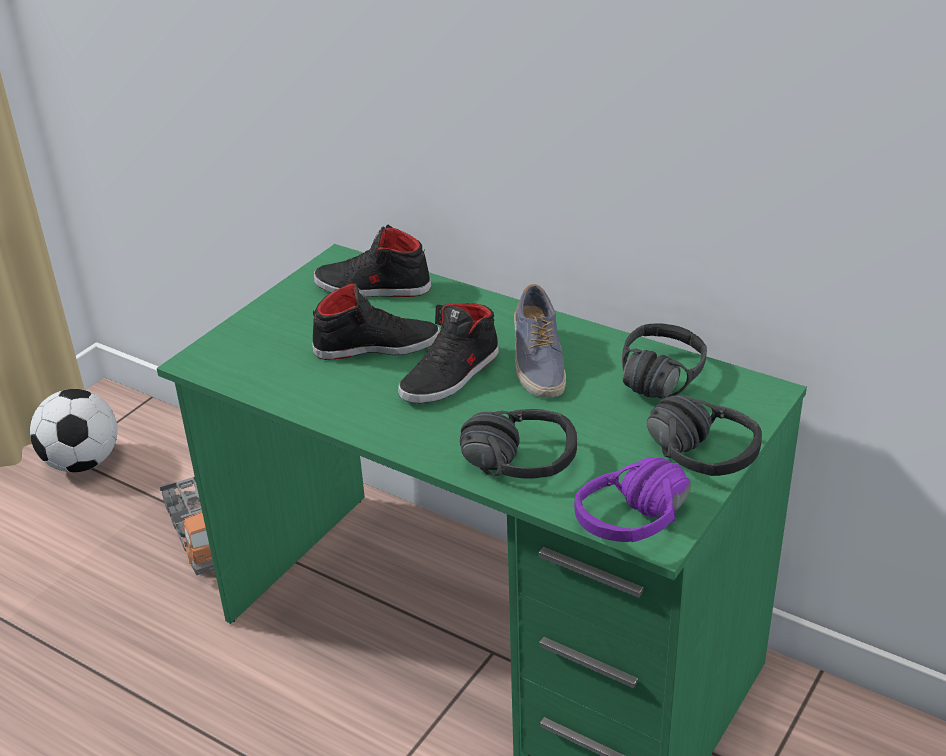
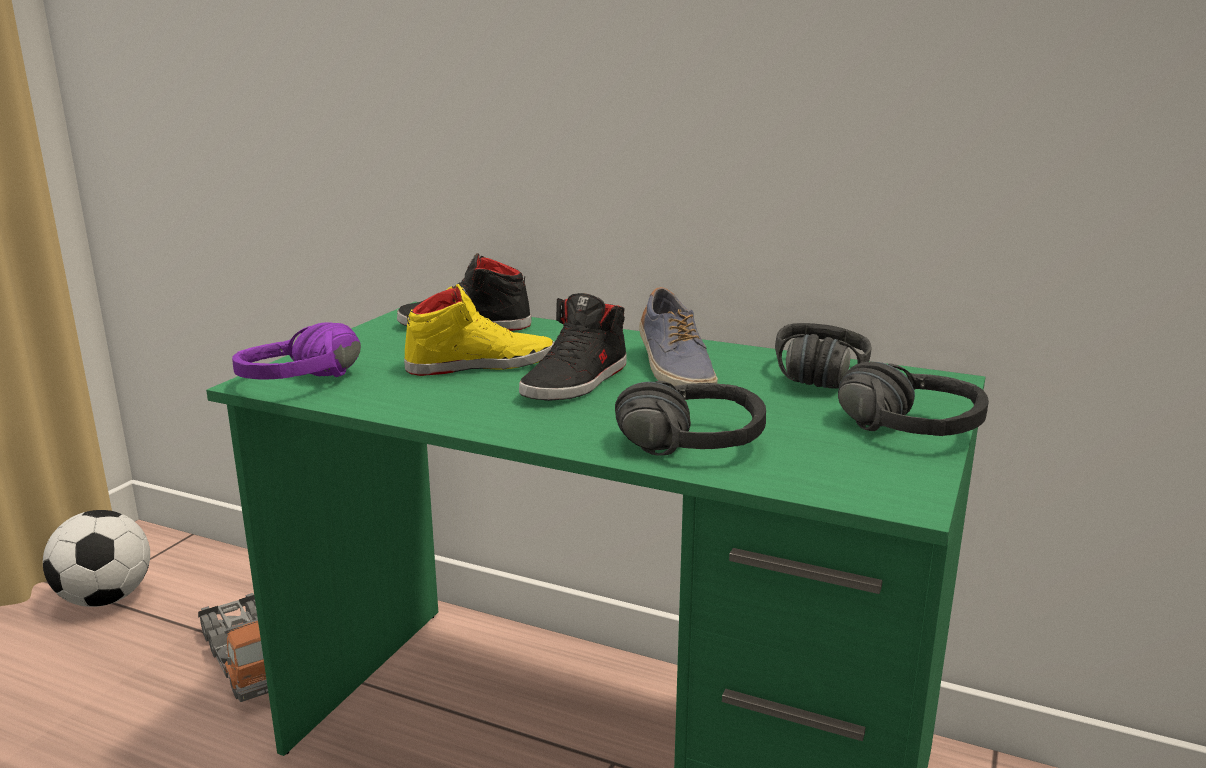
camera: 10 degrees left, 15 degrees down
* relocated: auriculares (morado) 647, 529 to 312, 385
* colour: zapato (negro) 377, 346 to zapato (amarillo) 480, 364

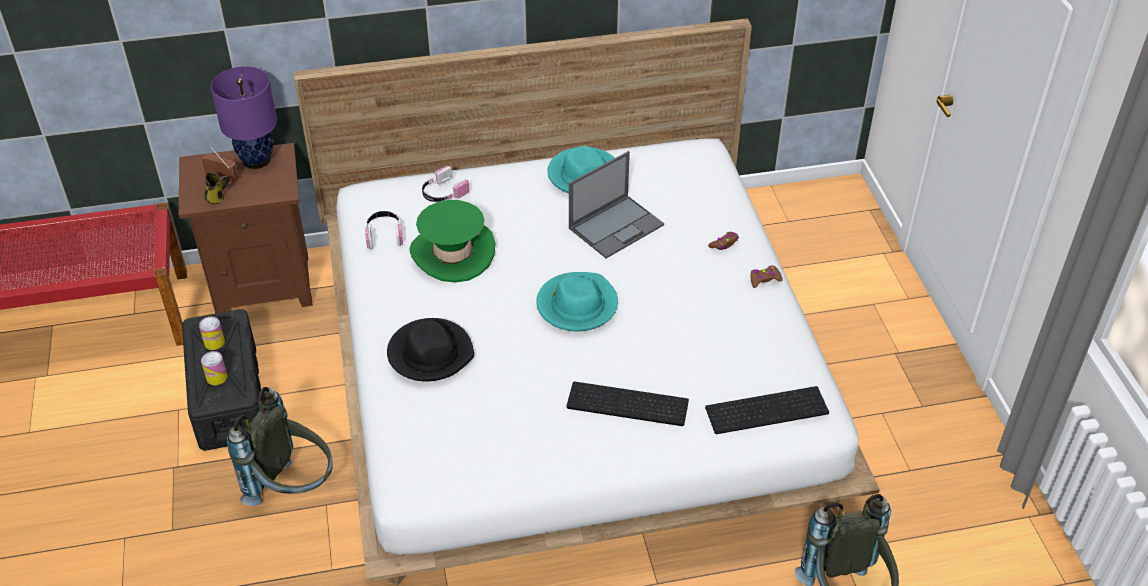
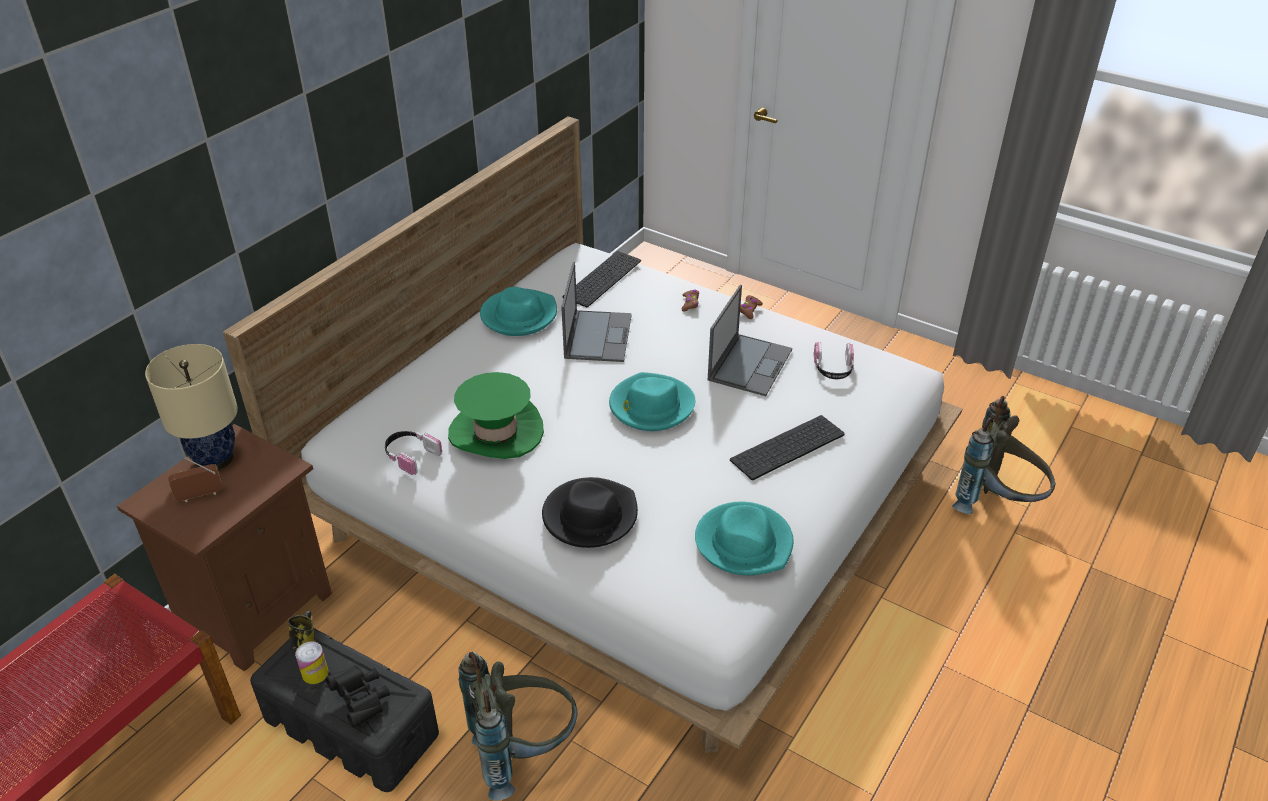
camera: 45 degrees left, 5 degrees down
* appeared: sombrero (turquesa) 744, 542
* appeared: portátil 750, 364
* relocated: taza grande 216, 198 to 305, 642
* relocated: auriculares 443, 193 to 833, 369
* relocated: teclado 767, 408 to 601, 278
* exchanged: lata 216, 377 to prismáticos (negro) 361, 700
* colour: lámpara de mesa (morado) 256, 160 to lámpara de mesa (beis) 215, 458

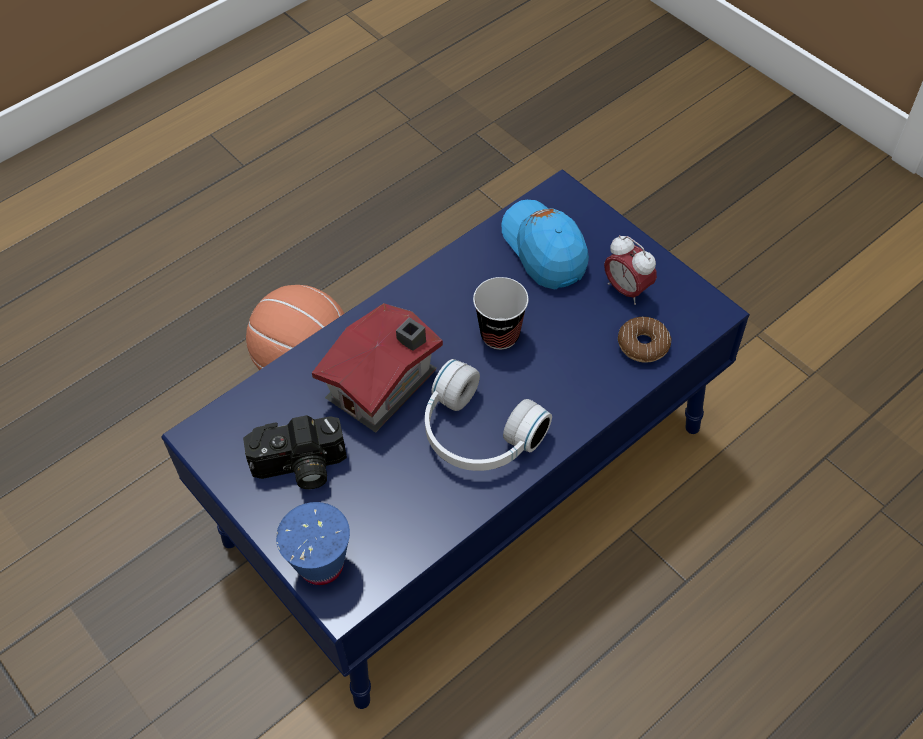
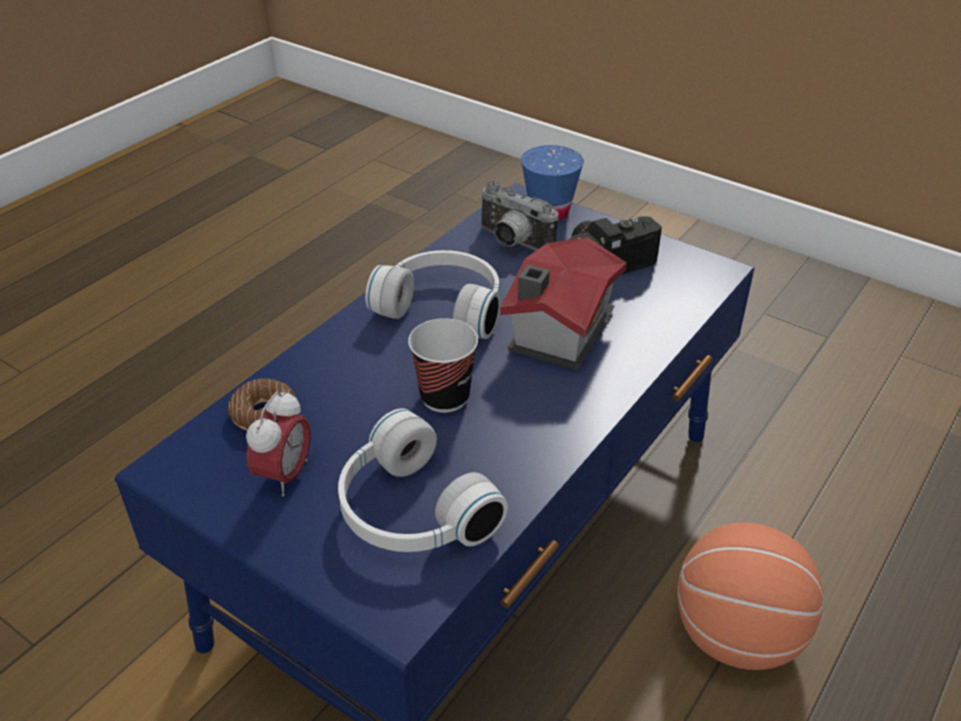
camera: 165 degrees right, 15 degrees down
* appeared: cámara 512, 242
* exchanged: gorra (azul) 544, 249 to auriculares (blanco) 409, 512
* spun: despertador 626, 290 = 285, 475 75 degrees clockwise

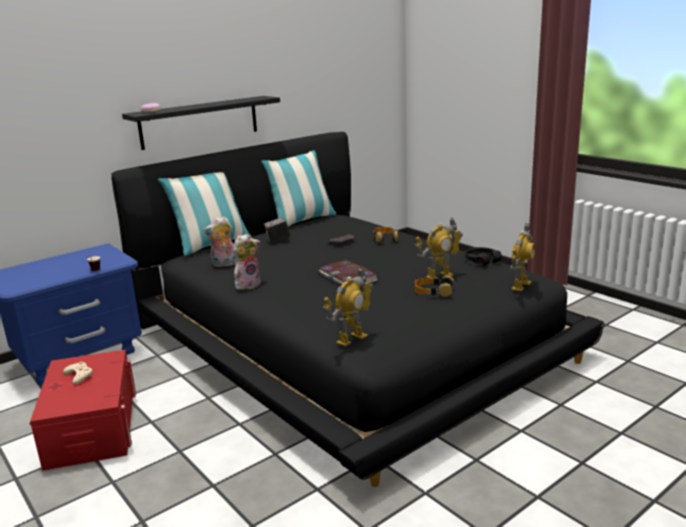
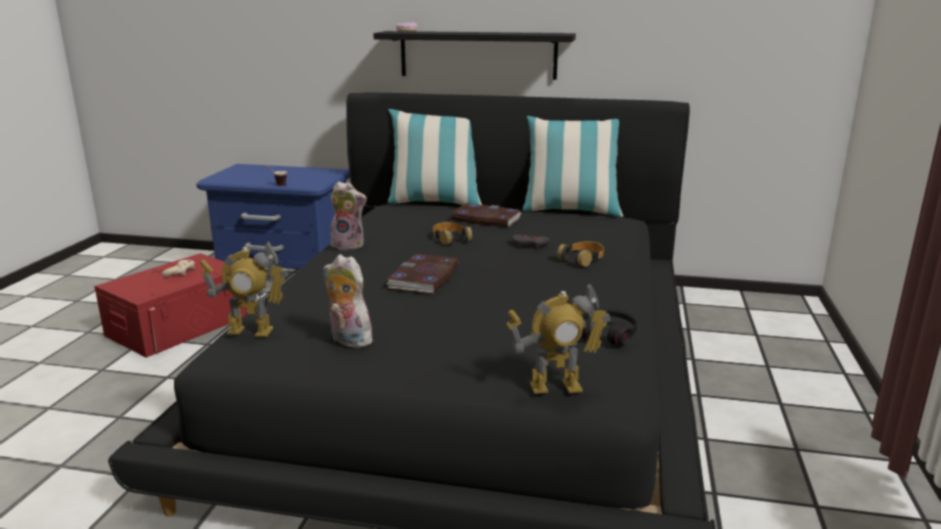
camera: 50 degrees right, 0 degrees up
* missing: robot de juguete 439, 276
* relocated: peluche 224, 264 to 347, 340
* relocated: auriculares 433, 291 to 451, 239
* exchanged: cámara 278, 240 to libro 485, 219

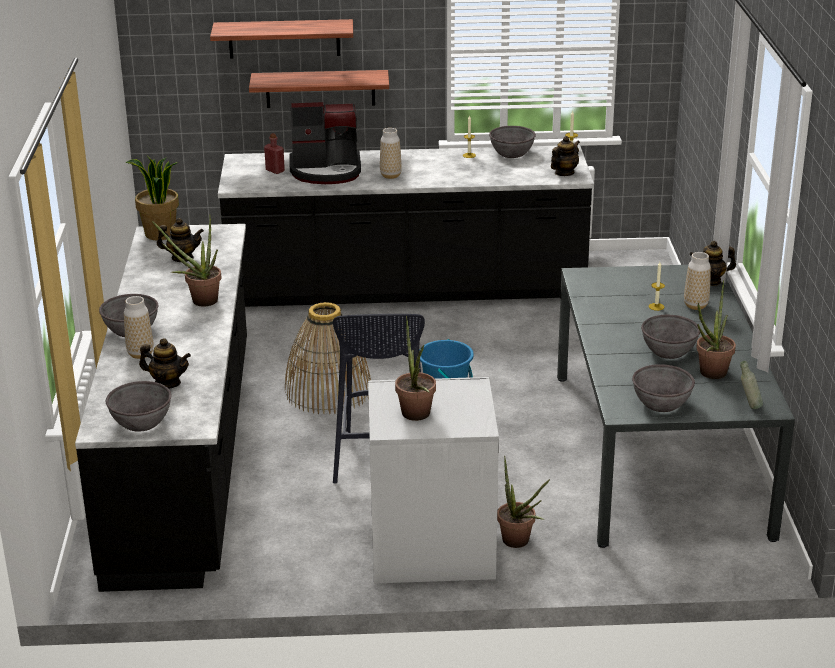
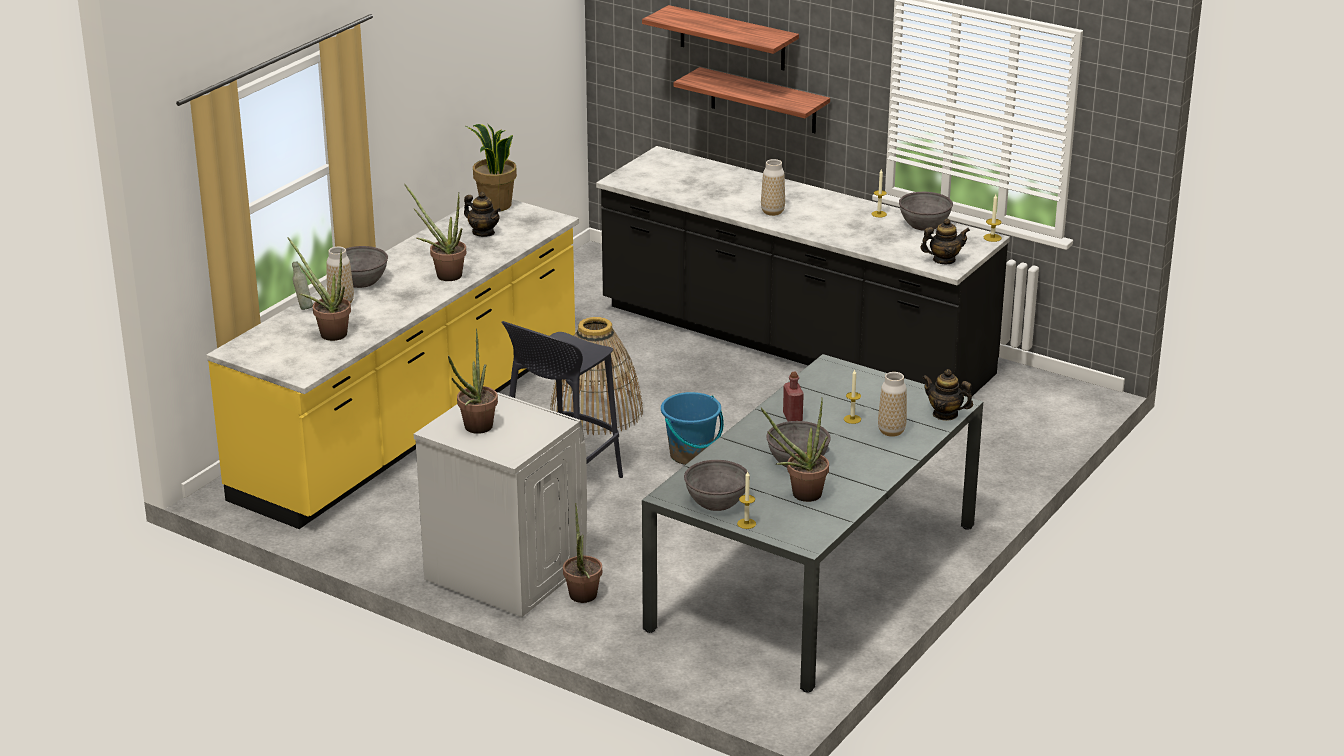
camera: 35 degrees right, 0 degrees up
* missing: cuenco (gris) 141, 422
* missing: cafetera 326, 171
* appeared: vela 746, 523
* relocated: botella (rojo) 275, 170 to 792, 417
* relocated: botella (gris) 749, 407 to 303, 307
* exchanged: tetera 167, 383 to planta en maceta 328, 333
* colour: mueble bajo de cocina (negro) 185, 456 to mueble bajo de cocina (amarillo) 412, 422

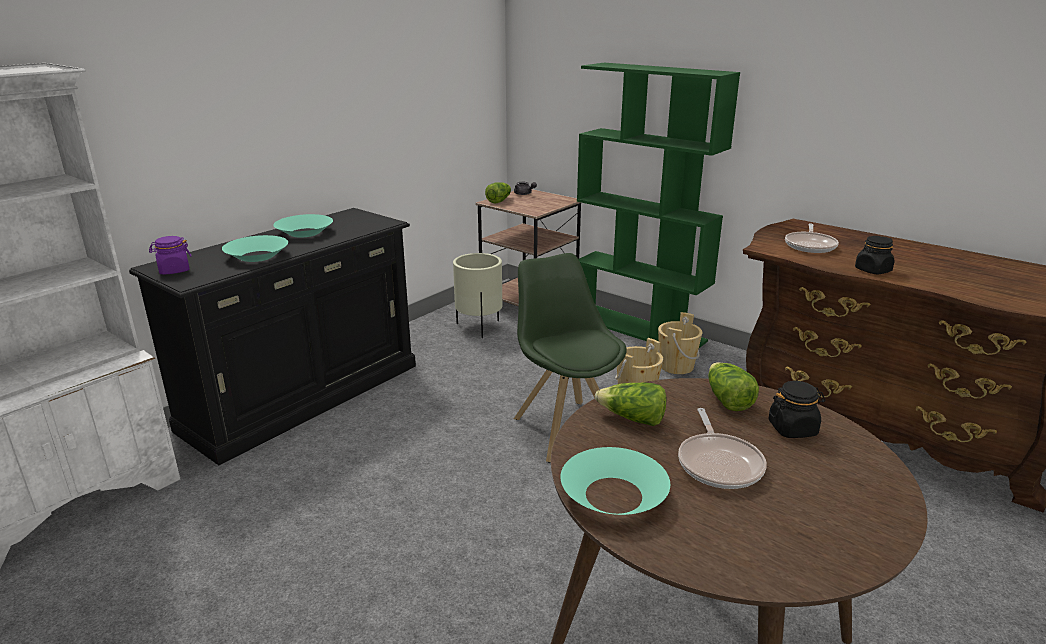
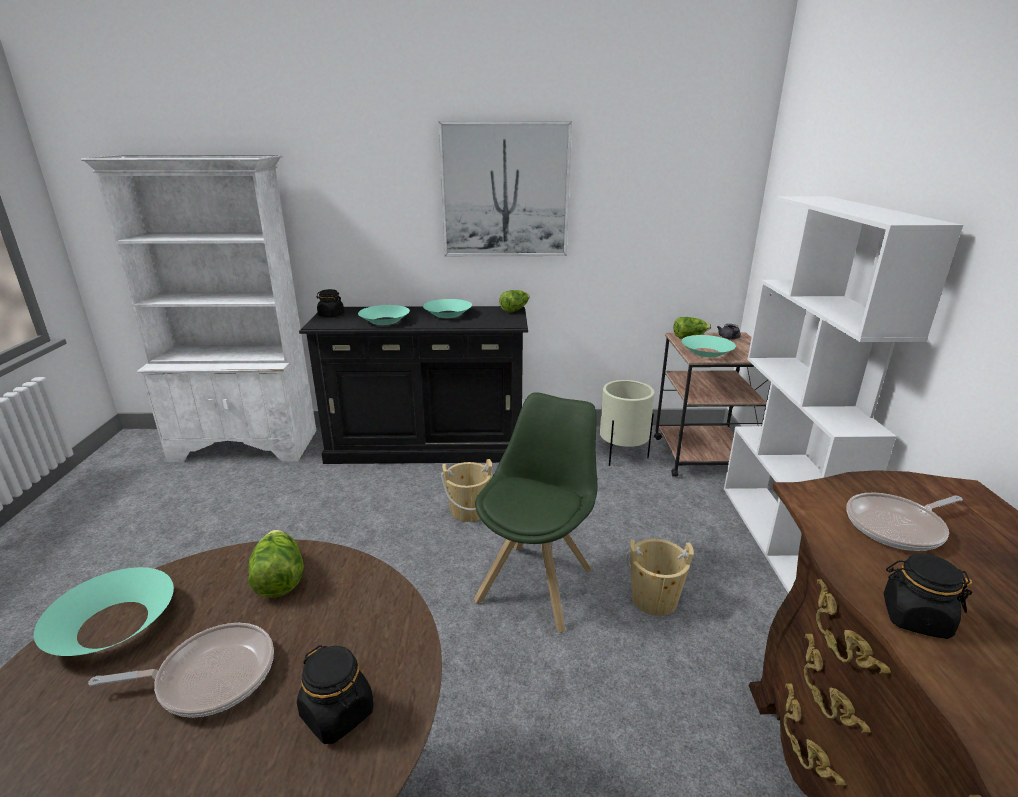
camera: 50 degrees right, 0 degrees up
* appeared: cuadro 505, 191
* appeared: cuenco (turquesa) 706, 352
* relocated: cubo (beis) 676, 366 to 468, 511
* relocated: lechuga 727, 400 to 515, 309
* colour: tarro (morado) 174, 270 to tarro (negro) 331, 315
* colour: estantería (verde) 639, 329 to estantería (blanco) 778, 537
* spun: sartén 719, 463 = 210, 676 150 degrees counterclockwise

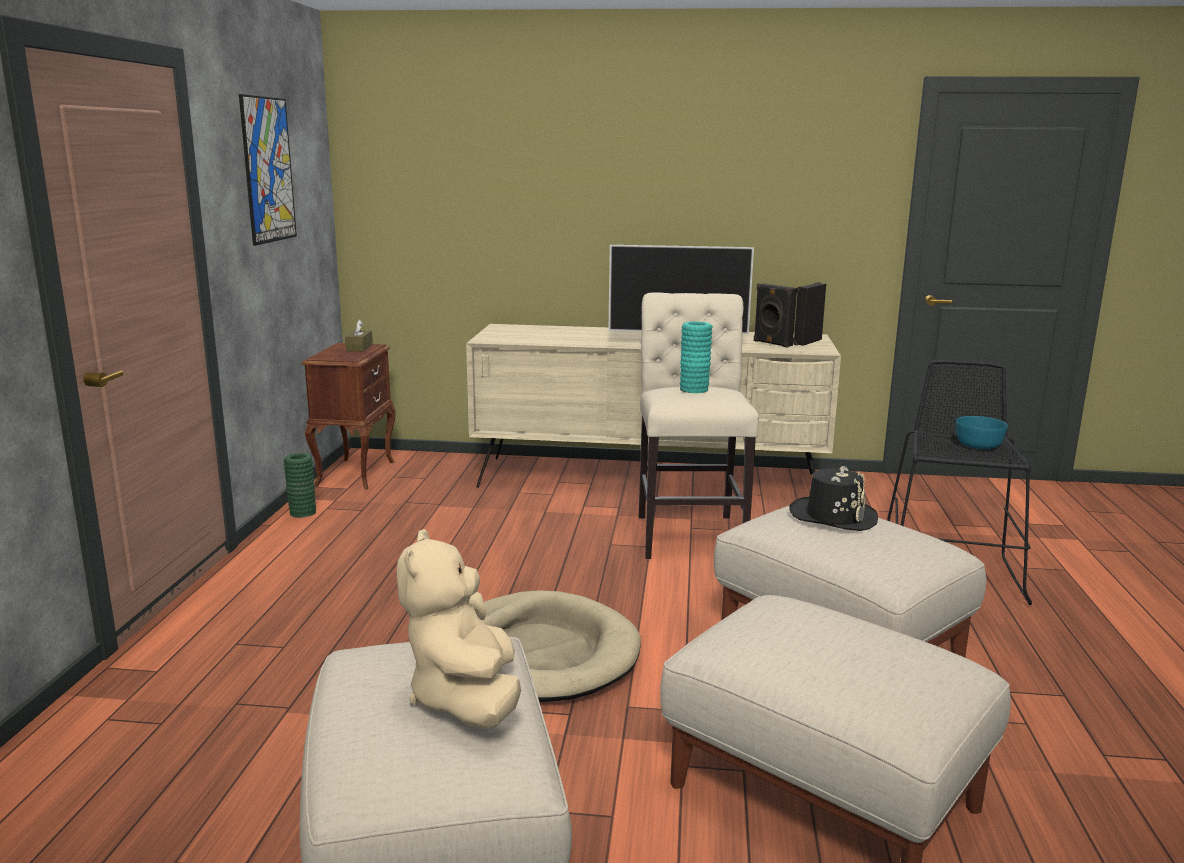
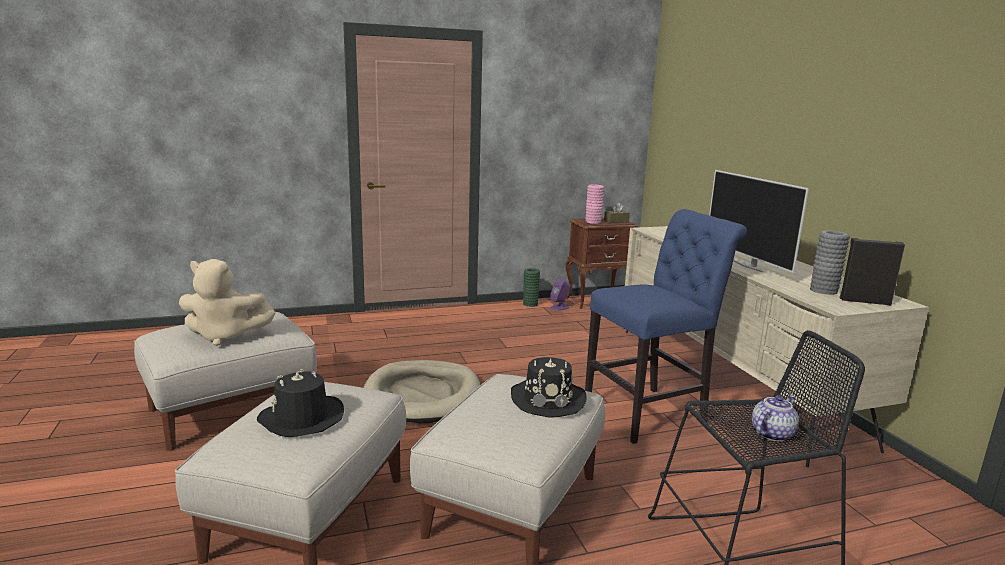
camera: 65 degrees right, 0 degrees up
* missing: cuadro 268, 170
* missing: florero (turquesa) 694, 389
* appeared: sombrero (negro) 301, 418
* appeared: altavoz (morado) 560, 307
* appeared: florero (rosa) 593, 222
* exchanged: altavoz (negro) 772, 343 to florero (gris) 823, 290
* exchanged: cuenco (turquesa) 978, 445 to tetera 771, 433
* colour: taburete (beis) 690, 533 to taburete (azul) 650, 414
* spun: peluche (beis) 466, 699 = 225, 336 150 degrees counterclockwise

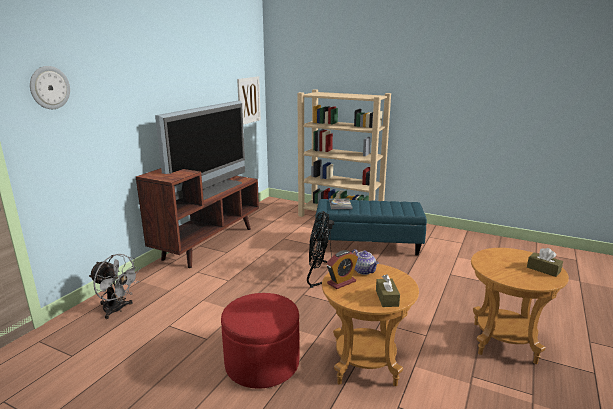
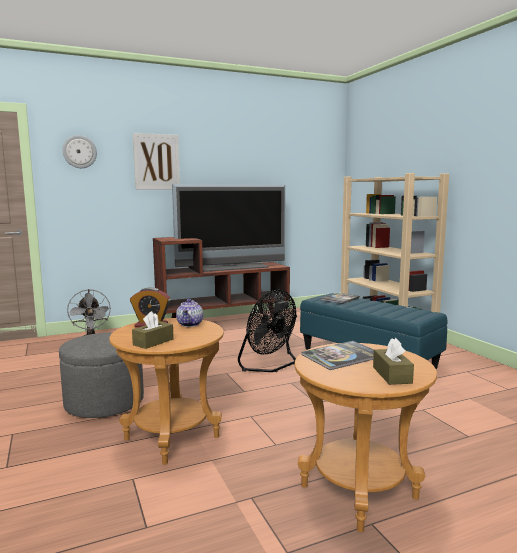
camera: 40 degrees right, 10 degrees down
* appeared: libro 342, 356
* relocated: cuadro 248, 100 to 156, 162
* colour: puf (rojo) 262, 363 to puf (gris) 104, 402

